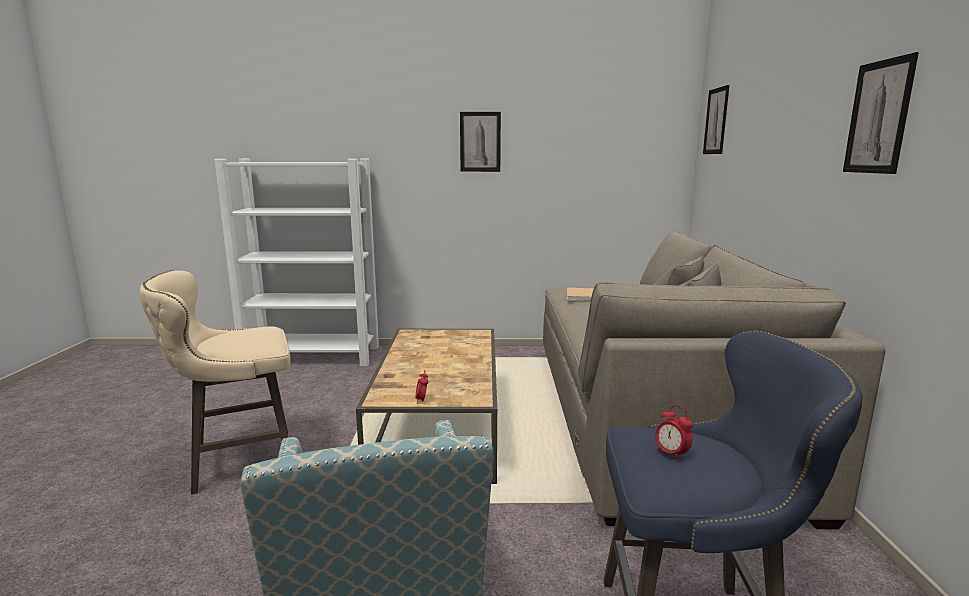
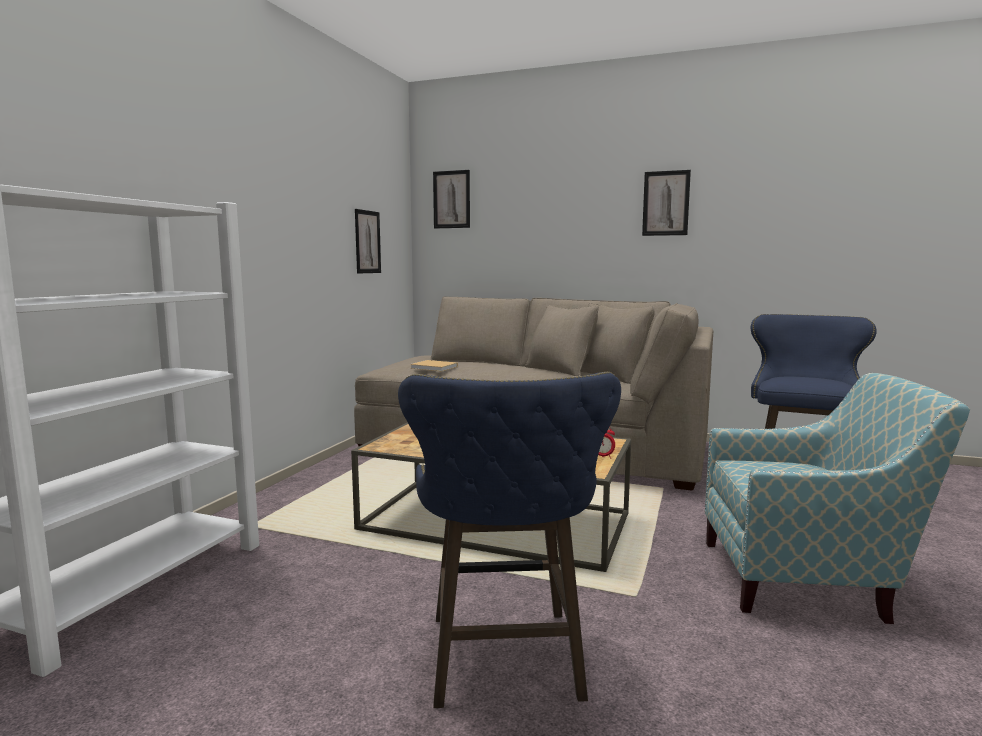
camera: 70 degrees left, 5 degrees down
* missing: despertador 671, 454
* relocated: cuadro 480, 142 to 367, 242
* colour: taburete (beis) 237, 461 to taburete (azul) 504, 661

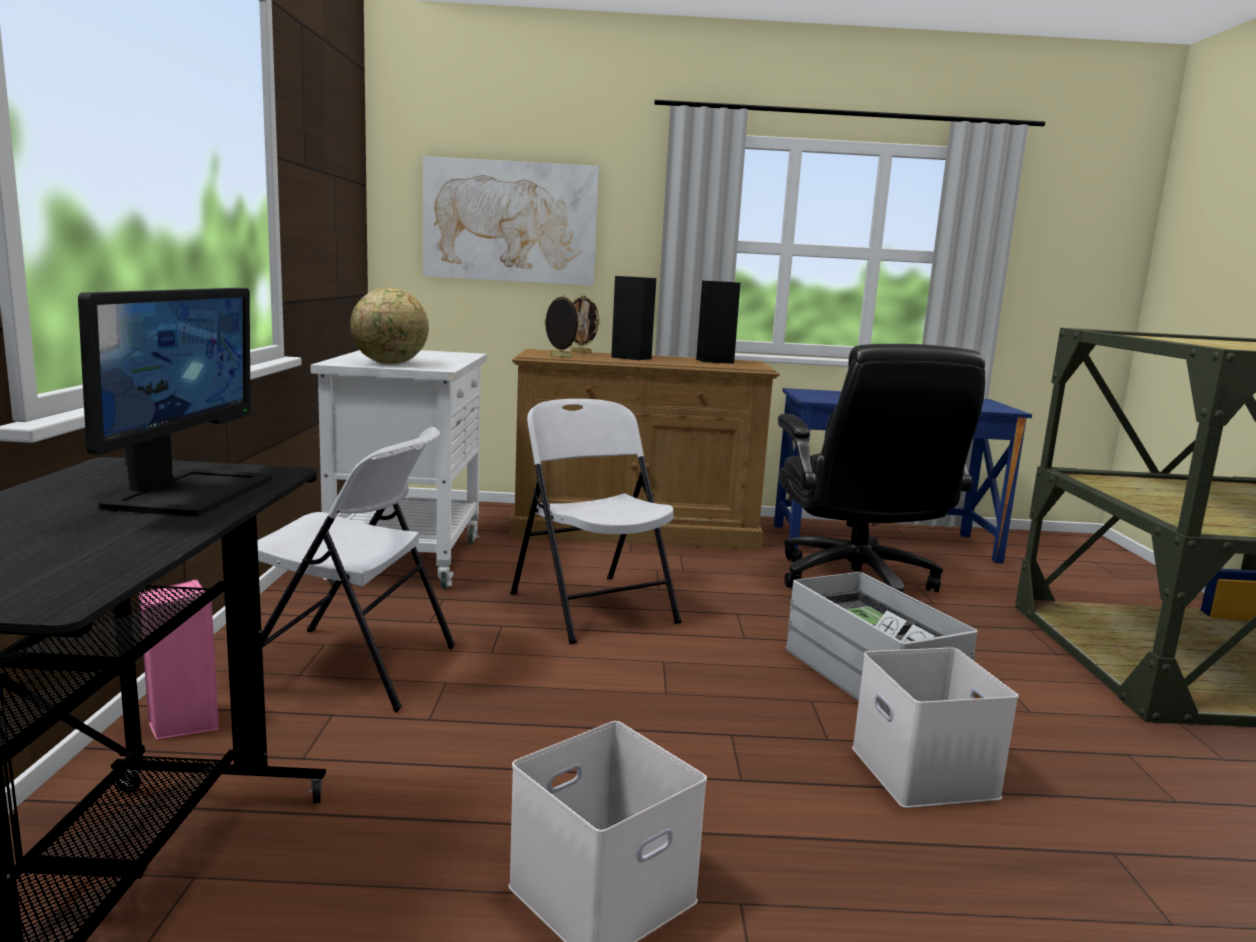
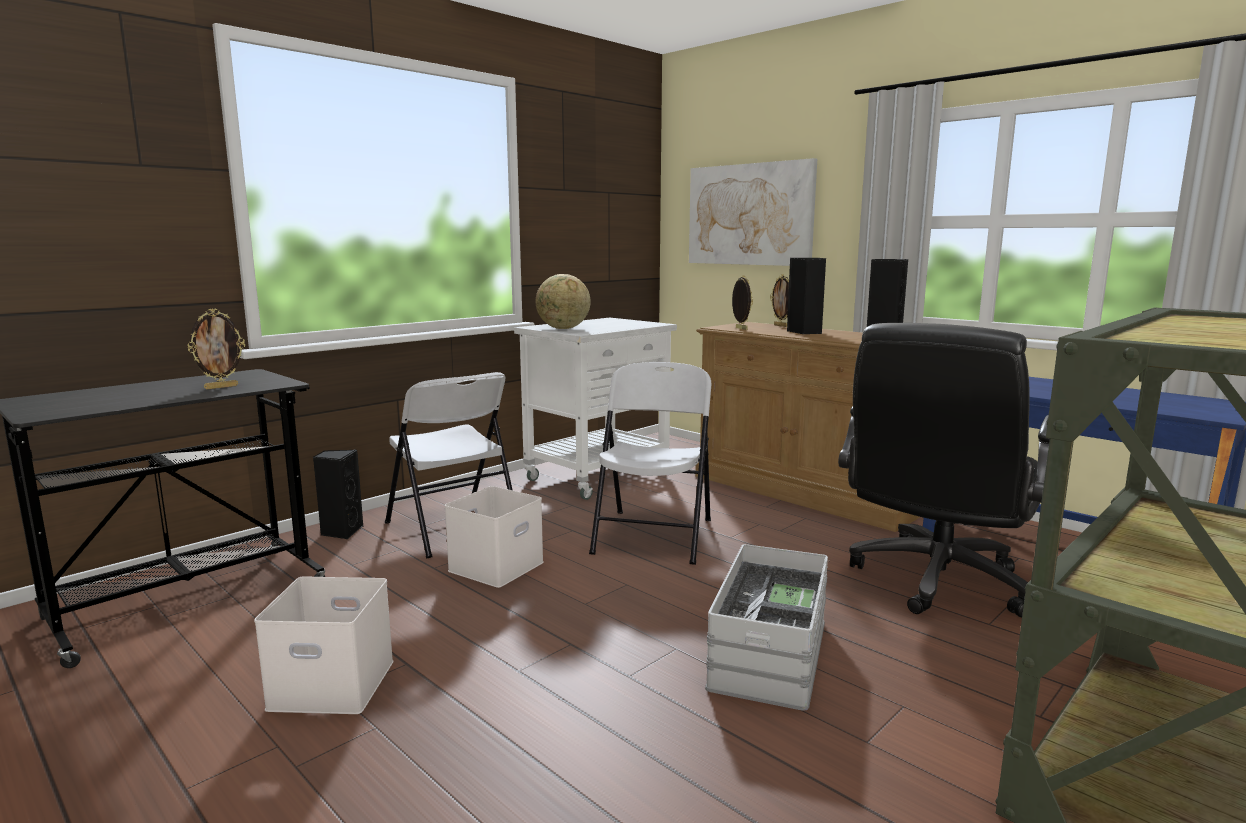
camera: 45 degrees right, 0 degrees up
* relocated: caja de almacenaje (blanco) 927, 773 to 496, 567
* exchanged: monitor 189, 492 to portarretratos 221, 387
* colour: altavoz (rosa) 183, 724 to altavoz (negro) 341, 532

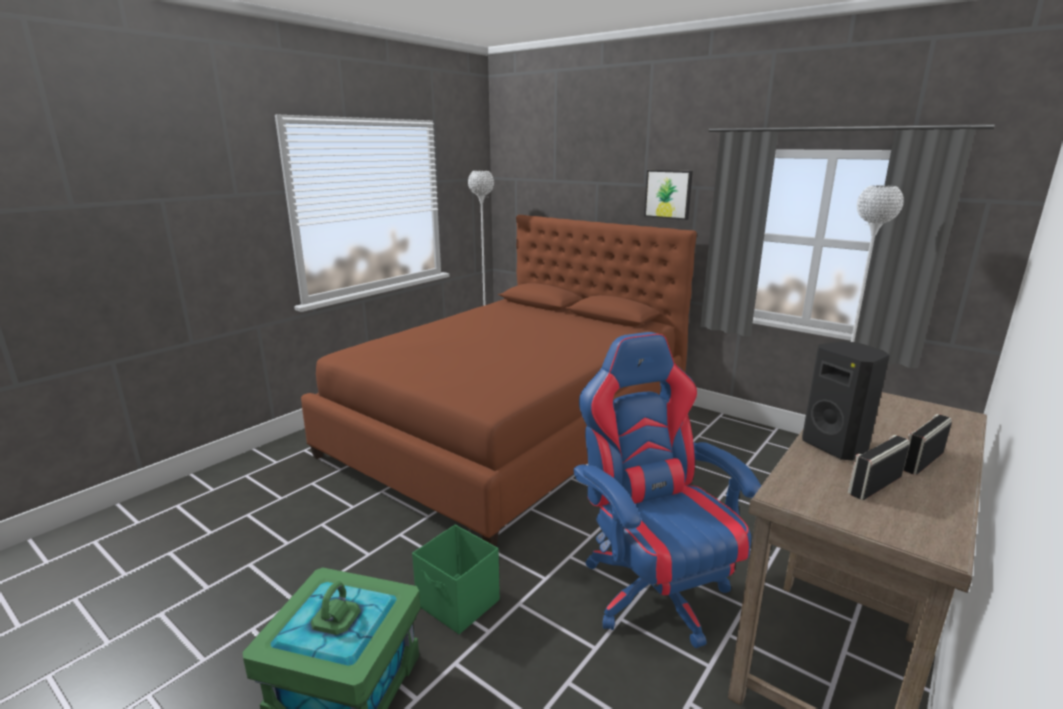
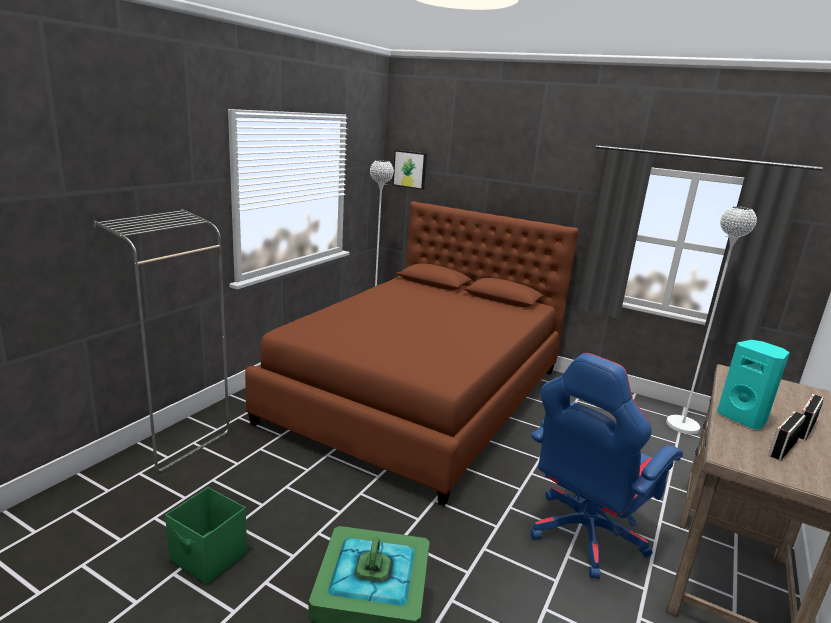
camera: 10 degrees left, 0 degrees up
* appeared: perchero (gris) 179, 443
* relocated: caja de almacenaje (verde) 458, 604 to 209, 557
* relocated: cuadro 668, 194 to 410, 169
* colour: altavoz (negro) 836, 446 to altavoz (turquesa) 743, 418
* spun: silla de oficina (azul) 655, 592 = 586, 533 105 degrees counterclockwise

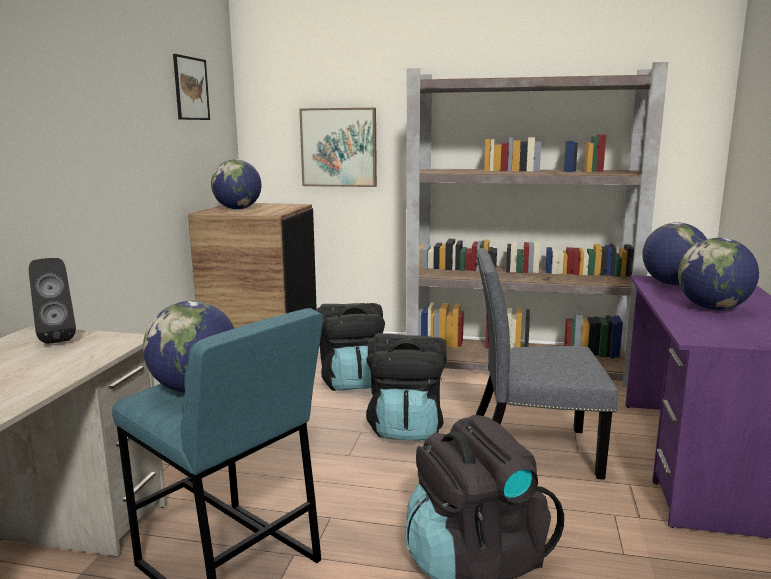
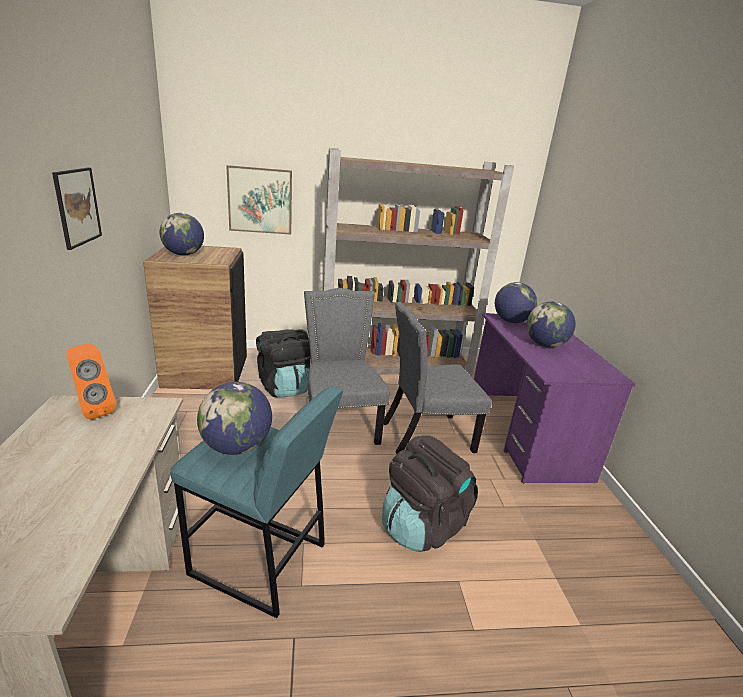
camera: 20 degrees left, 10 degrees up
* relocated: cuadro 191, 88 to 77, 207
* exchanged: mochila (negro) 406, 427 to silla (gris) 339, 425
* colour: altavoz (negro) 57, 339 to altavoz (naranja) 93, 410

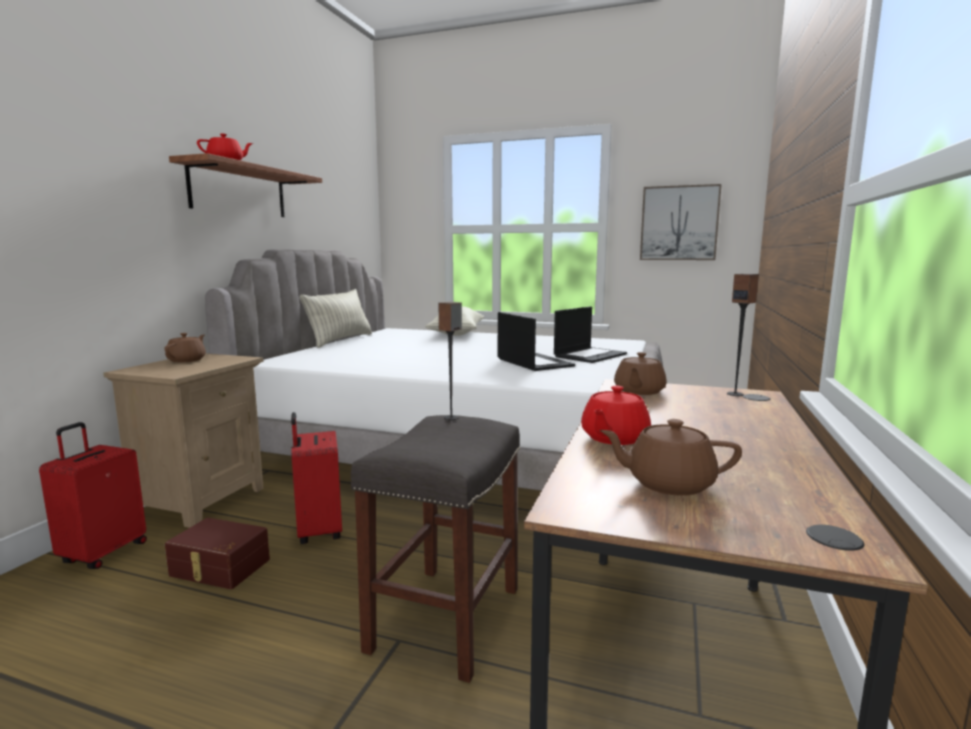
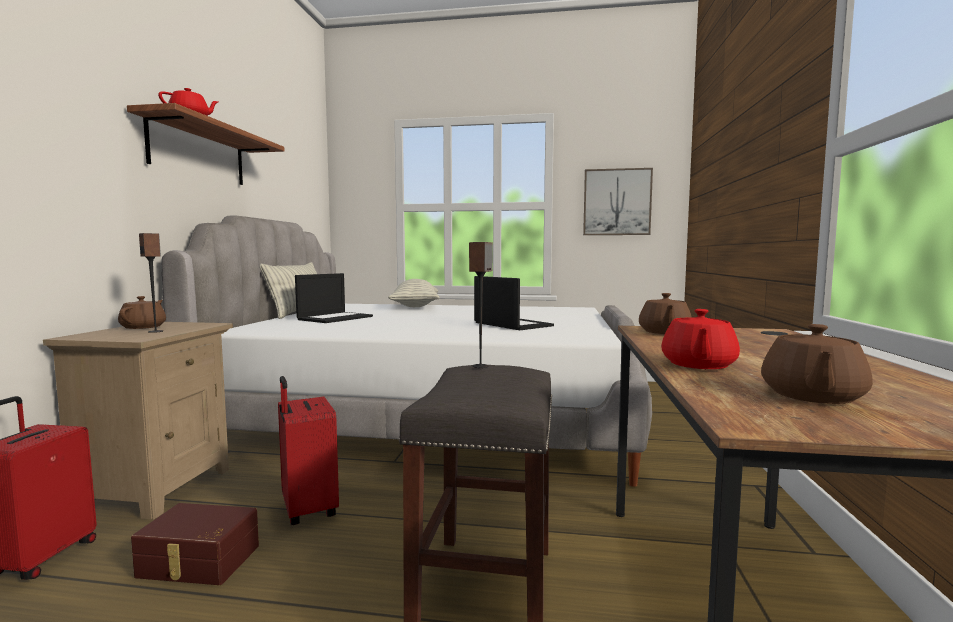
camera: 10 degrees left, 5 degrees down
* relocated: portátil 590, 355 to 335, 318
* relocated: altavoz 735, 394 to 156, 331
* spun: tetera (marrón) 668, 483 = 812, 396 60 degrees counterclockwise

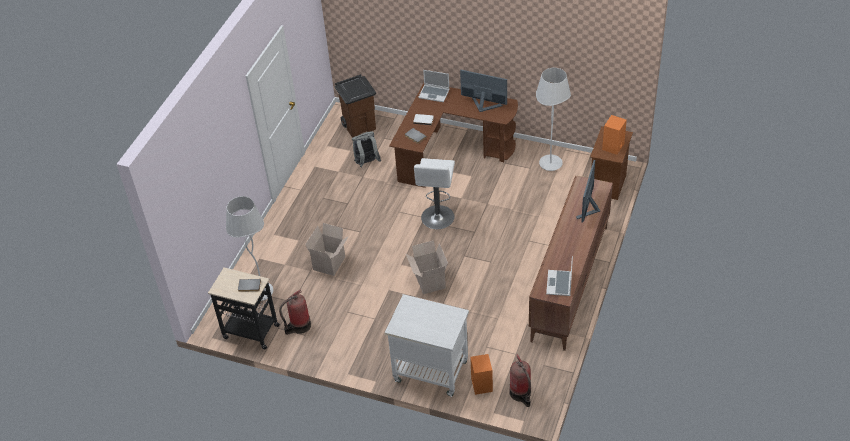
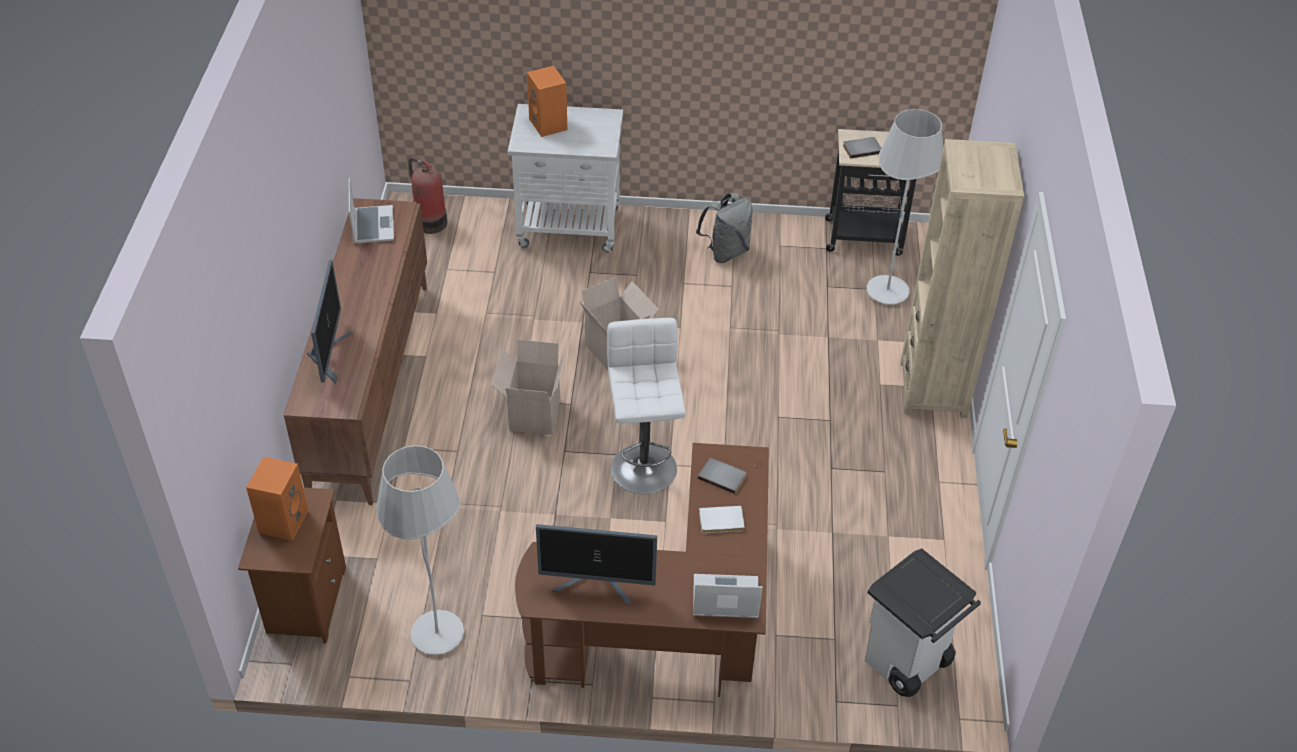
camera: 160 degrees right, 0 degrees up
* missing: extintor 299, 326
* appeared: estantería (beis) 933, 389
* relocated: caja de cartón 330, 264 to 533, 413
* relocated: mochila (gris) 367, 163 to 726, 252
* relocated: altavoz (naranja) 481, 384 to 549, 125
* colour: papelera (marrón) 359, 126 to papelera (blanco) 906, 664

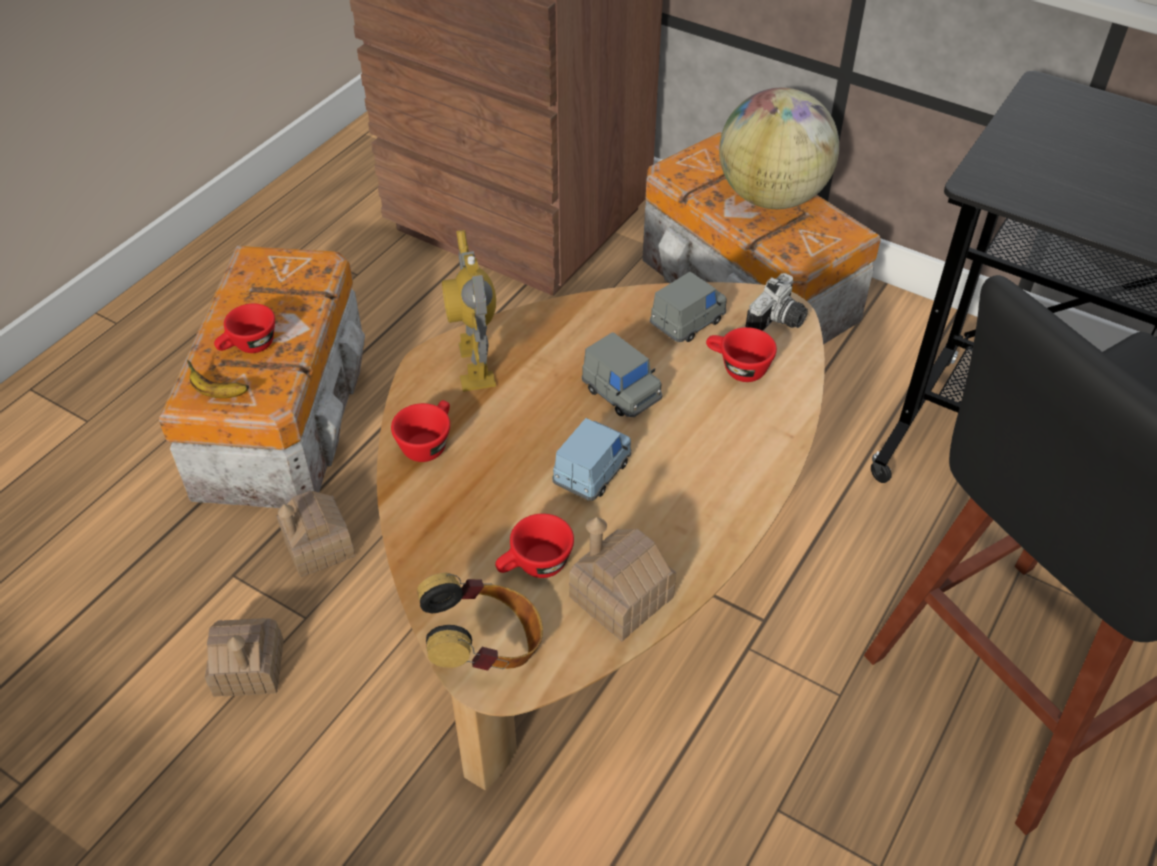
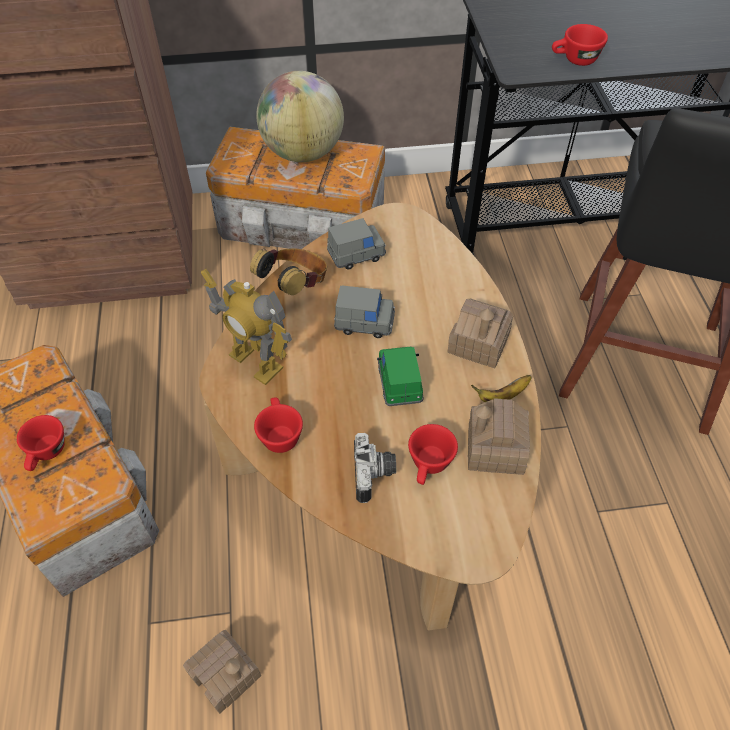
camera: 40 degrees left, 5 degrees up
* relocated: plátano 218, 393 to 502, 396
* relocated: casita 318, 546 to 478, 343
* relocated: auriculares 485, 647 to 295, 285
* relocated: taza (rojo) 737, 368 to 574, 60
* relocated: cámara 778, 323 to 375, 475
* colour: coche de juguete (azul) 592, 471 to coche de juguete (verde) 399, 383
* spun: coche de juguete (gris) 687, 322 = 356, 255 60 degrees clockwise

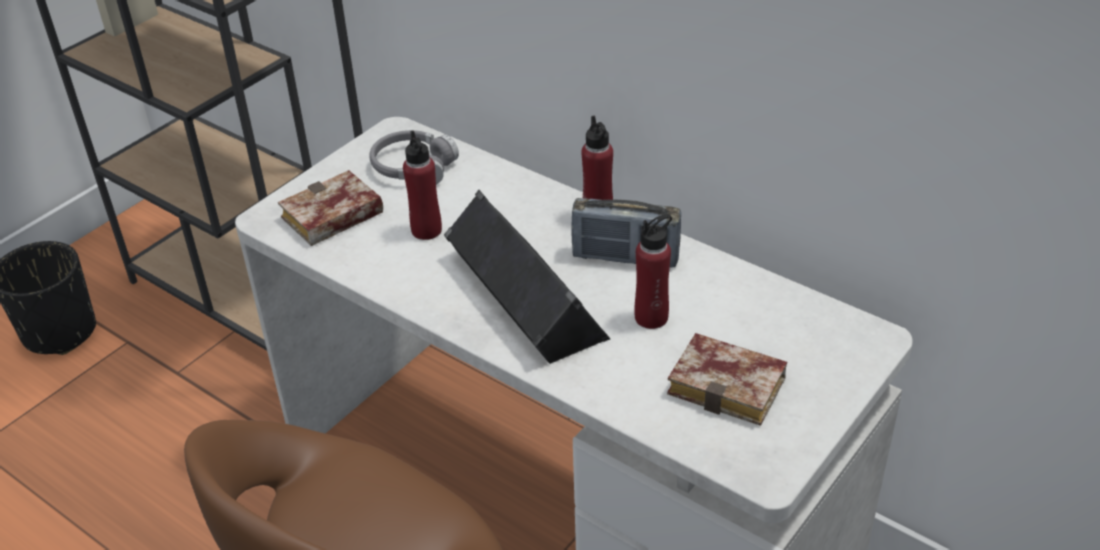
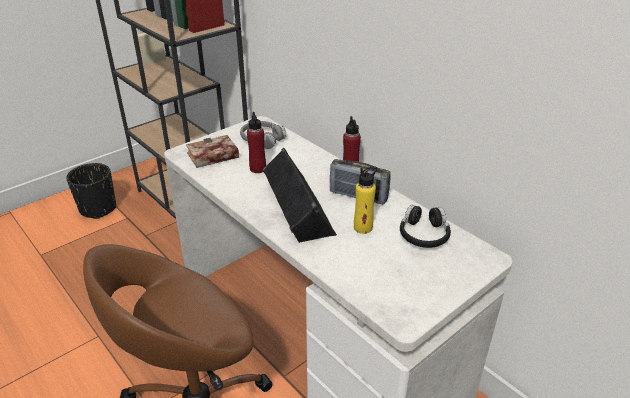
camera: 10 degrees right, 5 degrees down
* missing: libro 731, 386
* appeared: auriculares (negro) 423, 234
* colour: botella (rojo) 651, 317 to botella (amarillo) 363, 227

